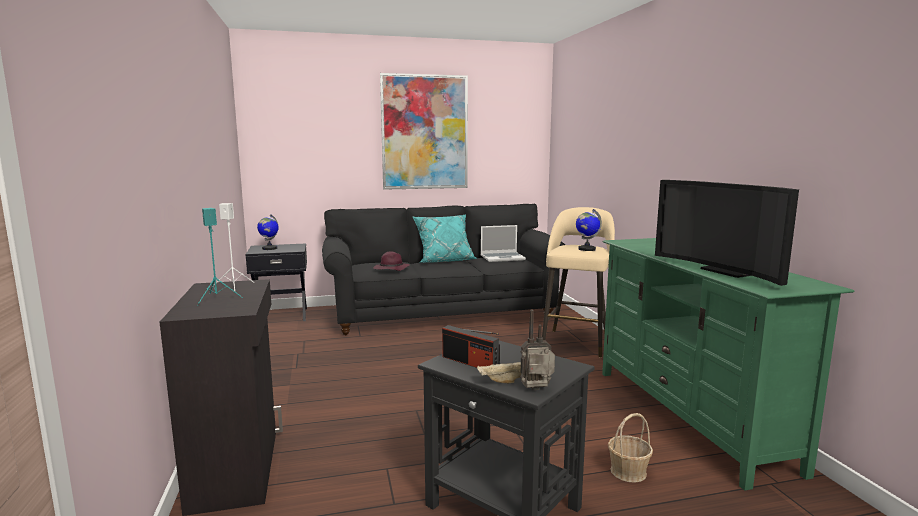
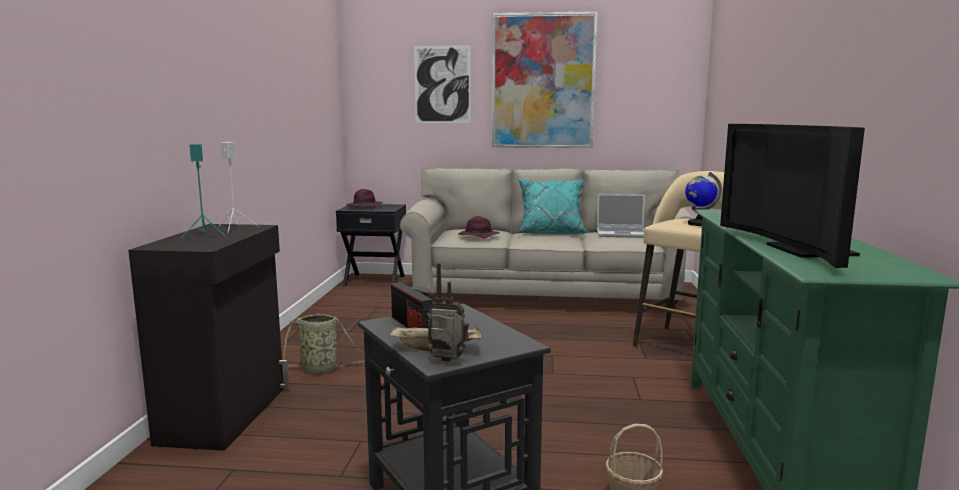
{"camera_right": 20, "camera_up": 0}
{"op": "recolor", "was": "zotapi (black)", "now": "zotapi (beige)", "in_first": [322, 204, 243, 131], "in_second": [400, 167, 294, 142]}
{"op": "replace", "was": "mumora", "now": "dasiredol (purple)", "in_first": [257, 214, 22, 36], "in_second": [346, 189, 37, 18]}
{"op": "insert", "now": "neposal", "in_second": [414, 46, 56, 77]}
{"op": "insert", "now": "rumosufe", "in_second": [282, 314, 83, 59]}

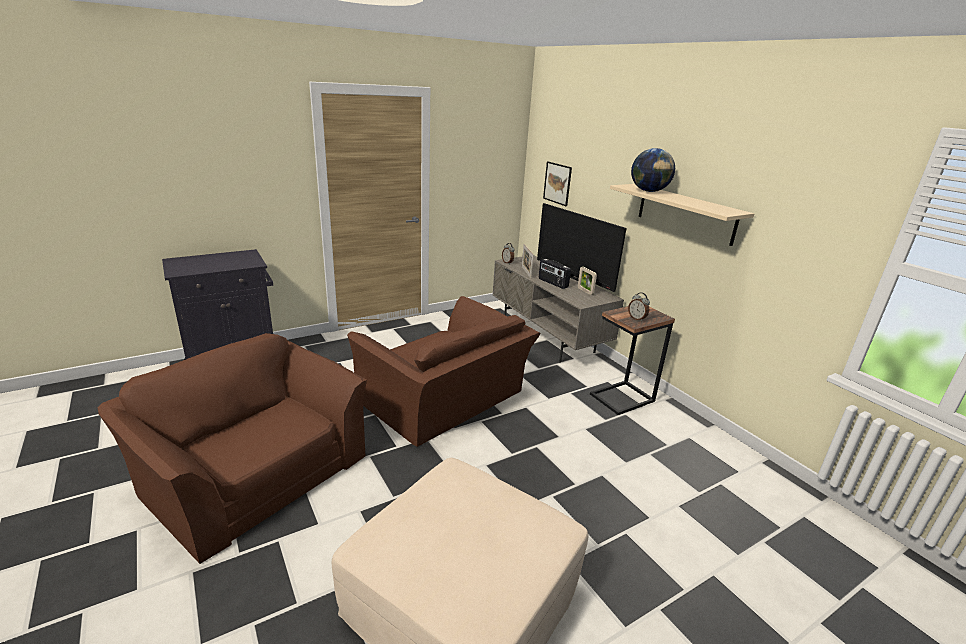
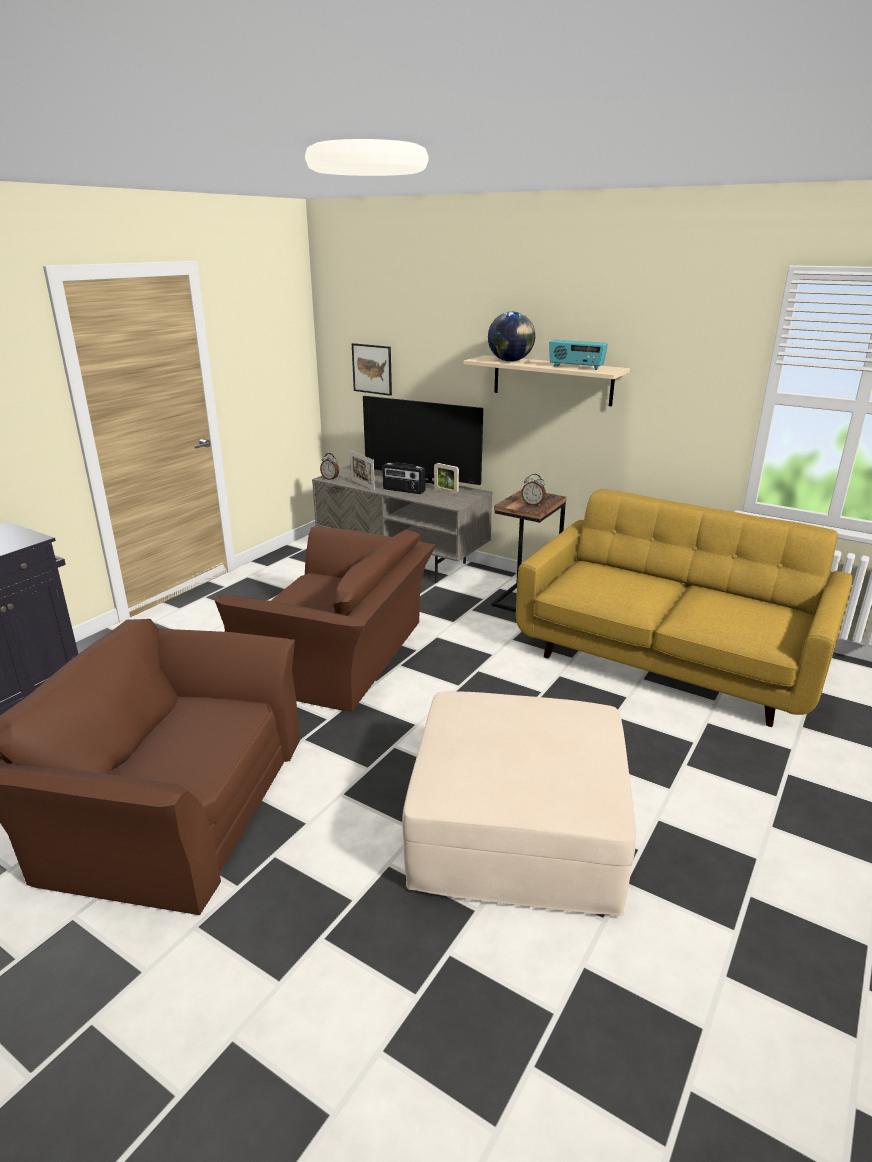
{"camera_right": -25, "camera_up": 0}
{"op": "insert", "now": "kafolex", "in_second": [549, 340, 59, 30]}
{"op": "insert", "now": "zotapi (yellow)", "in_second": [516, 489, 337, 238]}

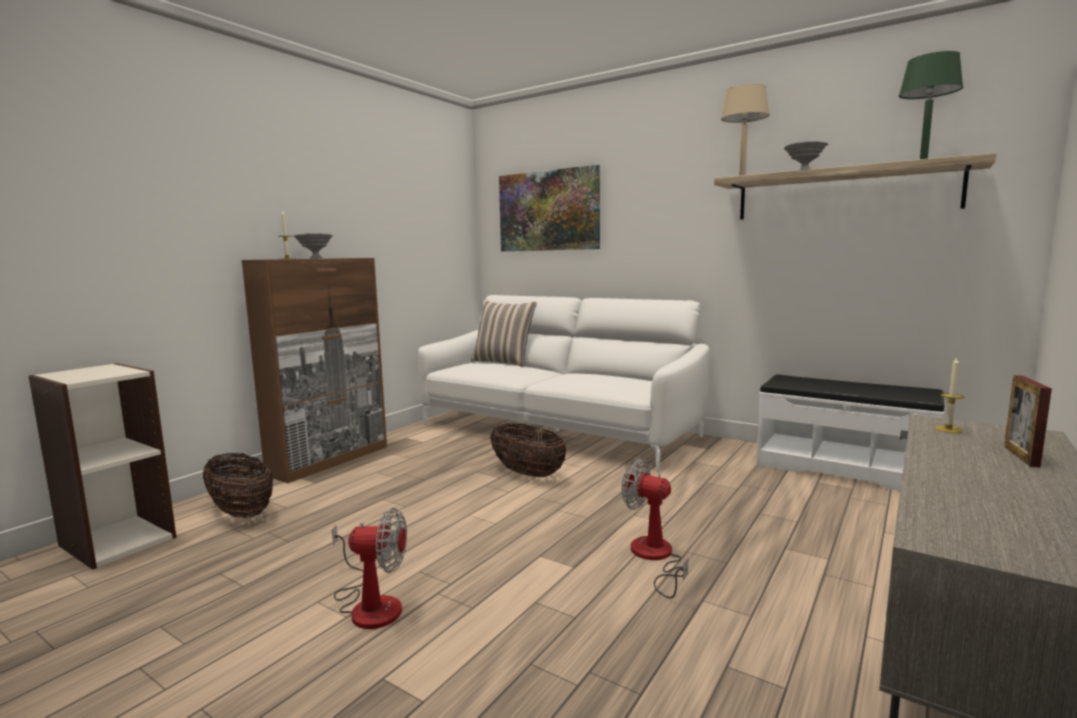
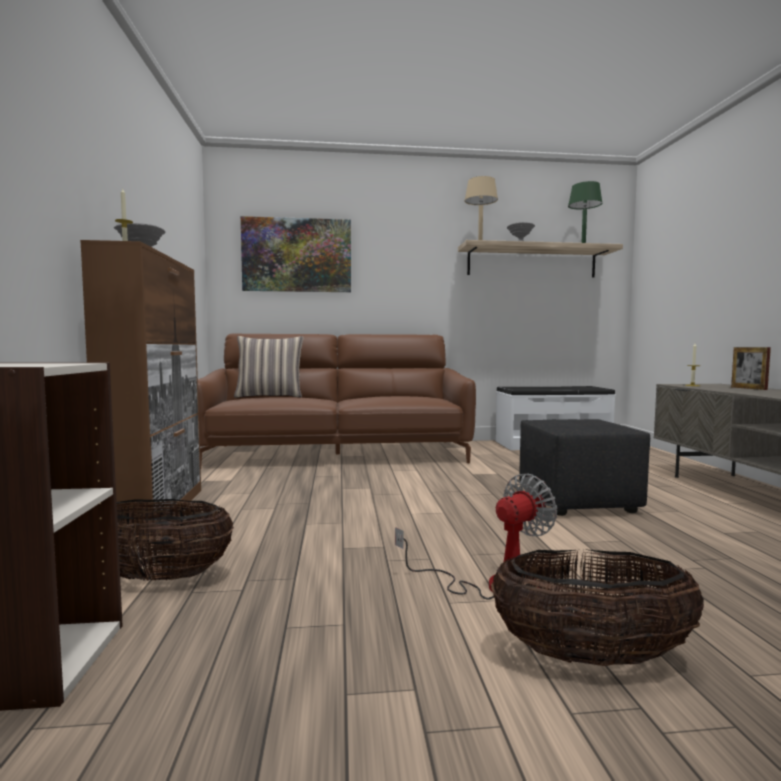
{"camera_right": -40, "camera_up": -5}
{"op": "recolor", "was": "zotapi (white)", "now": "zotapi (brown)", "in_first": [418, 295, 292, 178], "in_second": [198, 333, 278, 133]}
{"op": "move", "was": "rumosufe", "in_first": [490, 423, 77, 54], "in_second": [491, 549, 213, 117]}
{"op": "replace", "was": "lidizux", "now": "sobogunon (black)", "in_first": [622, 459, 67, 140], "in_second": [519, 419, 131, 97]}

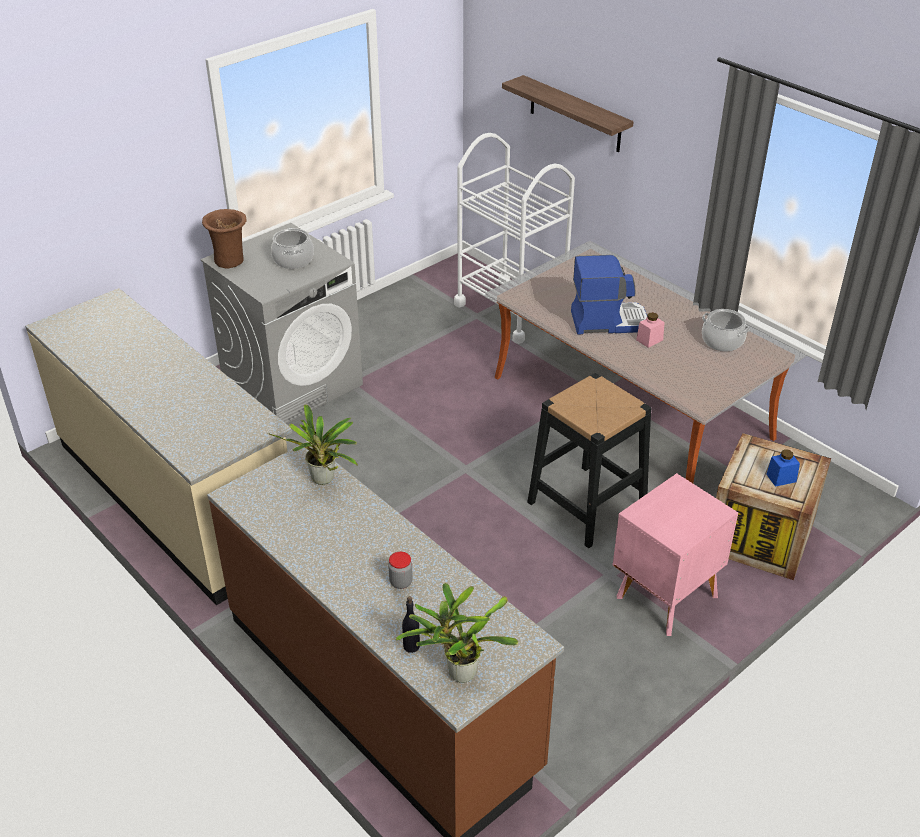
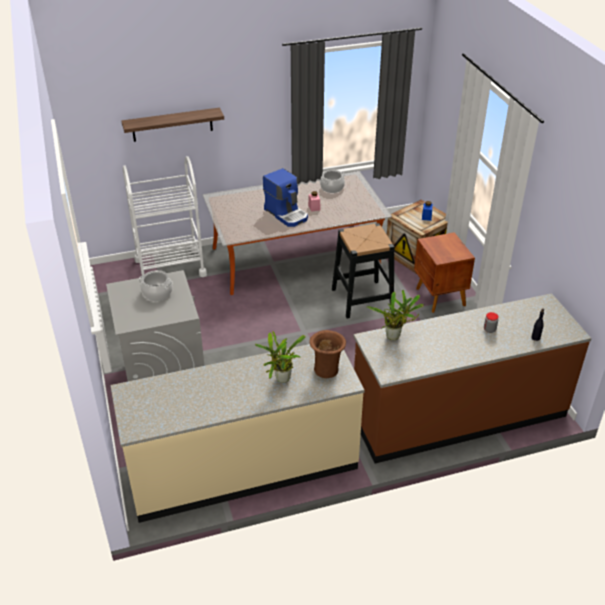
{"camera_right": -65, "camera_up": 0}
{"op": "move", "was": "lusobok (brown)", "in_first": [202, 209, 45, 59], "in_second": [309, 330, 37, 48]}
{"op": "rotate", "was": "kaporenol", "in_first": [571, 255, 76, 79], "in_second": [263, 168, 45, 59], "clockwise": 120}
{"op": "recolor", "was": "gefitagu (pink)", "now": "gefitagu (brown)", "in_first": [613, 473, 125, 163], "in_second": [414, 232, 61, 81]}
{"op": "move", "was": "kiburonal", "in_first": [395, 582, 123, 101], "in_second": [255, 331, 51, 52]}

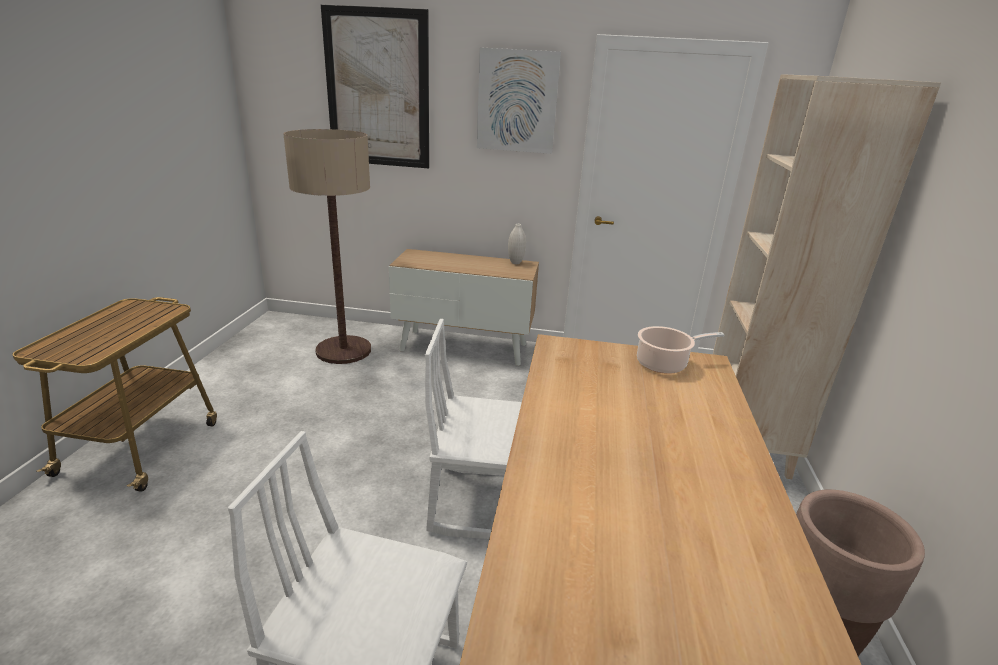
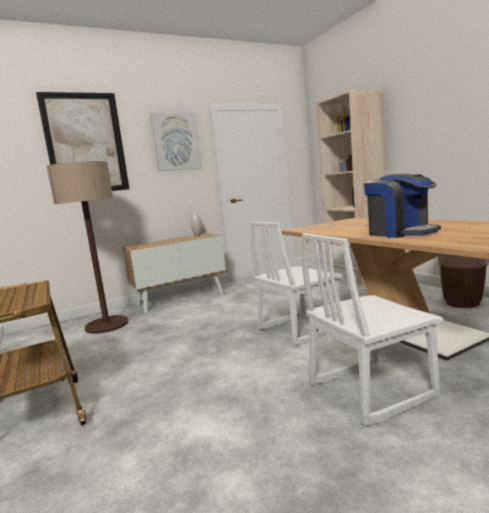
{"camera_right": -35, "camera_up": -15}
{"op": "delete", "was": "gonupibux", "in_first": [637, 326, 88, 48]}
{"op": "insert", "now": "kaporenol", "in_second": [364, 174, 77, 64]}

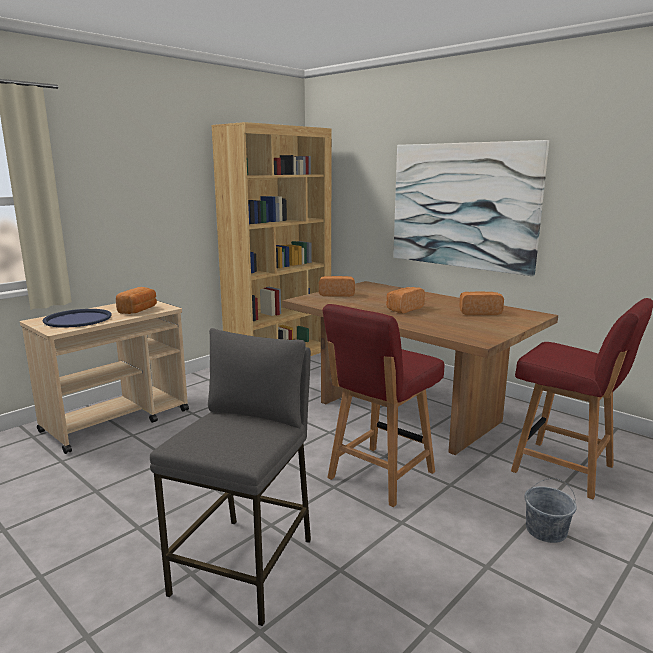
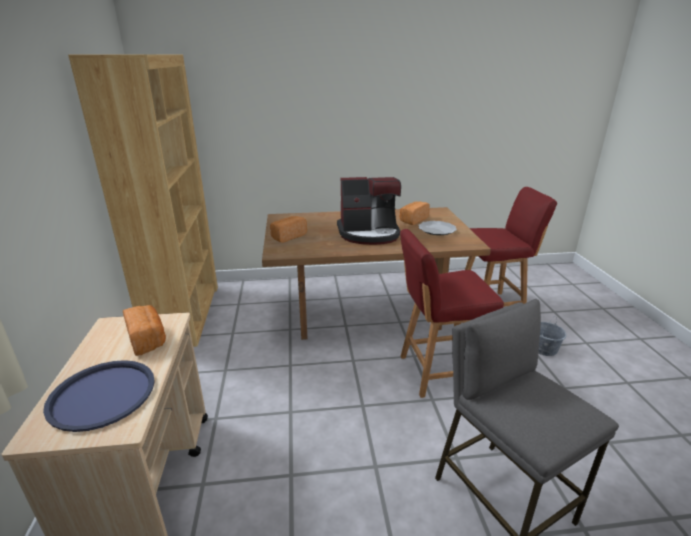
{"camera_right": -50, "camera_up": 10}
{"op": "delete", "was": "neposal", "in_first": [393, 140, 156, 136]}
{"op": "replace", "was": "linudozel", "now": "kaporenol", "in_first": [386, 287, 39, 27], "in_second": [337, 177, 64, 68]}
{"op": "rotate", "was": "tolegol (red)", "in_first": [322, 304, 123, 203], "in_second": [400, 229, 104, 169], "clockwise": 90}
{"op": "insert", "now": "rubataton", "in_second": [418, 221, 39, 14]}

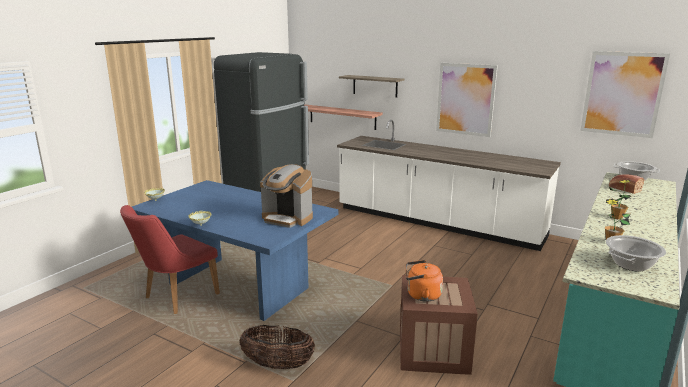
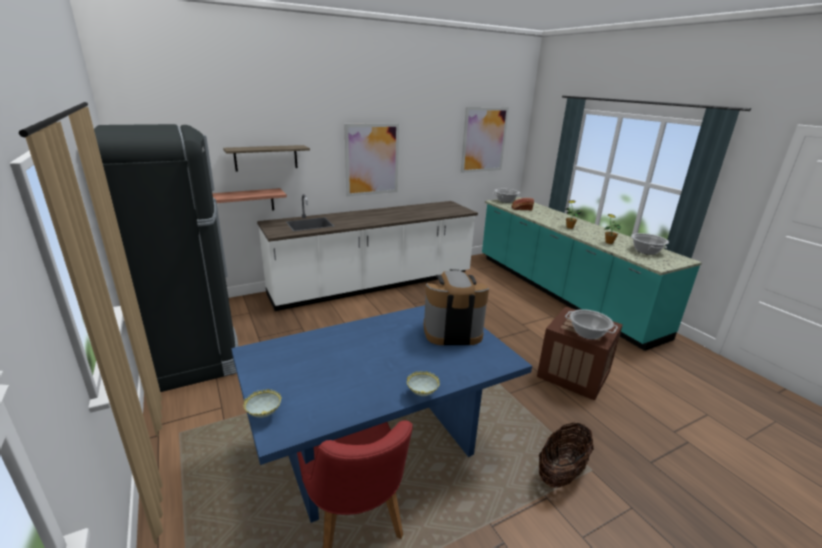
{"camera_right": -60, "camera_up": 5}
{"op": "rotate", "was": "kaporenol", "in_first": [260, 164, 53, 64], "in_second": [424, 269, 65, 76], "clockwise": -150}
{"op": "replace", "was": "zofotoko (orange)", "now": "gonupibux", "in_first": [406, 260, 37, 42], "in_second": [565, 309, 53, 31]}

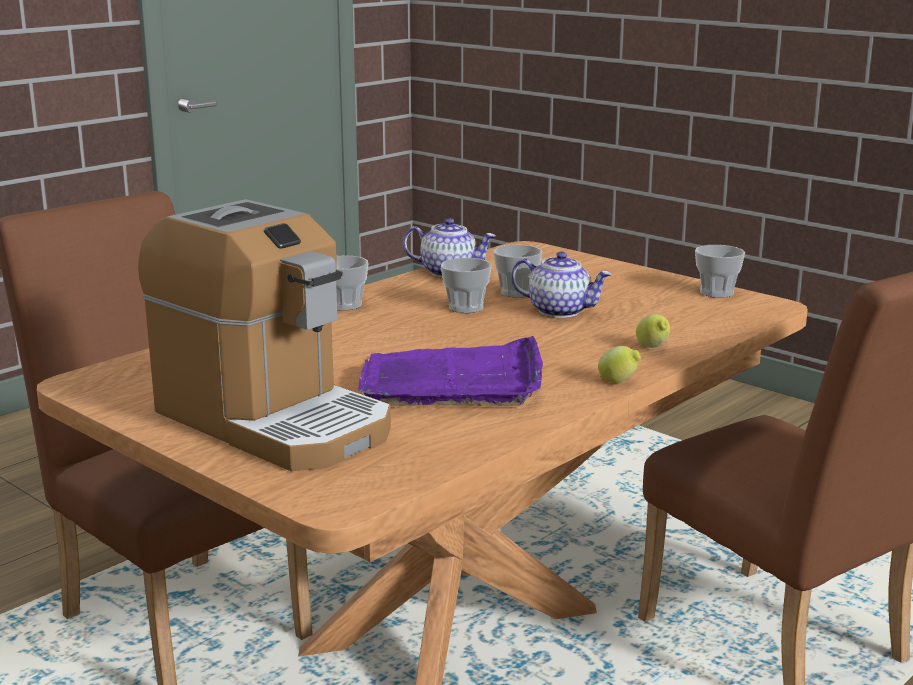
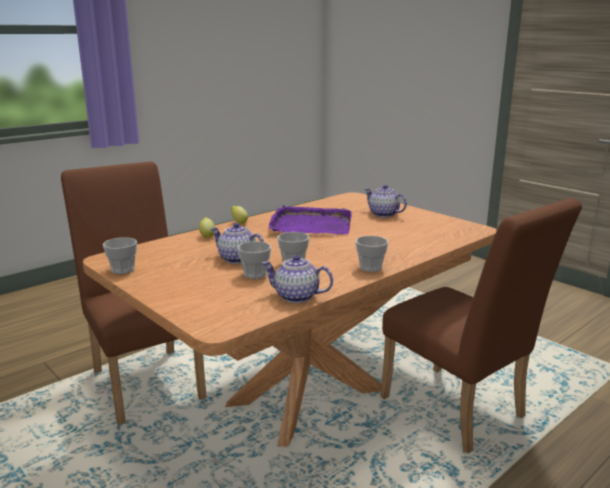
{"camera_right": -175, "camera_up": 0}
{"op": "replace", "was": "kaporenol", "now": "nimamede", "in_first": [138, 199, 253, 272], "in_second": [365, 185, 42, 32]}

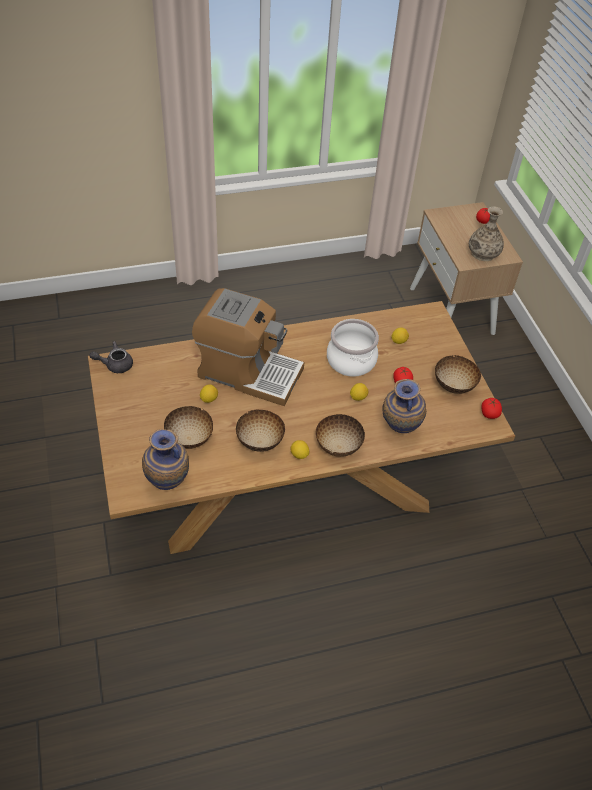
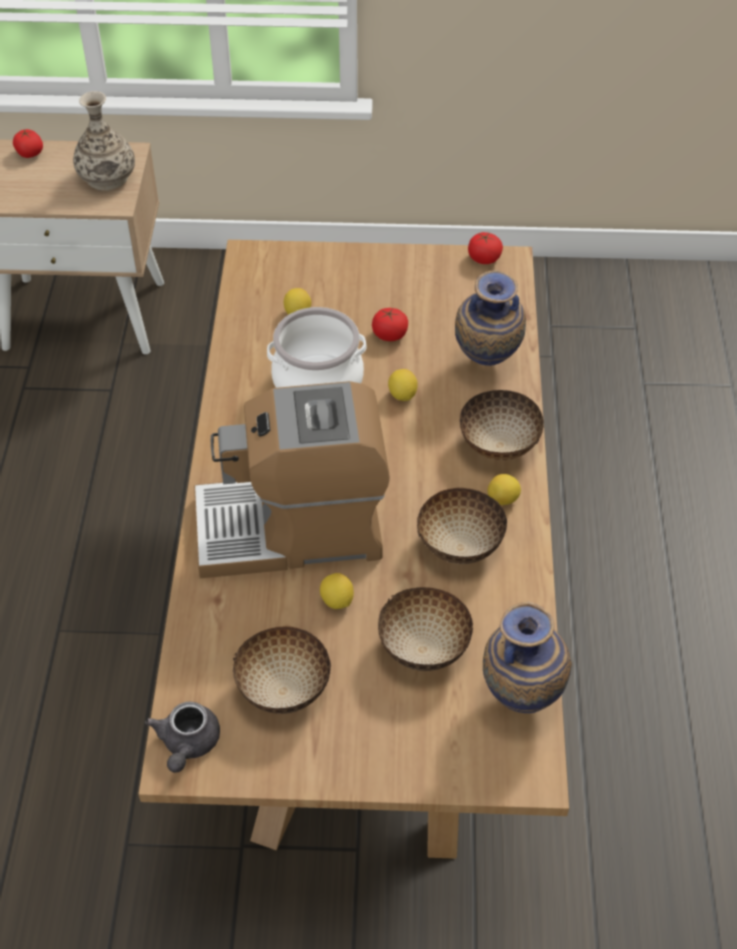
{"camera_right": -70, "camera_up": 0}
{"op": "rotate", "was": "kaporenol", "in_first": [192, 288, 112, 118], "in_second": [194, 381, 196, 197], "clockwise": -135}
{"op": "move", "was": "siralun", "in_first": [435, 355, 46, 39], "in_second": [233, 626, 98, 88]}

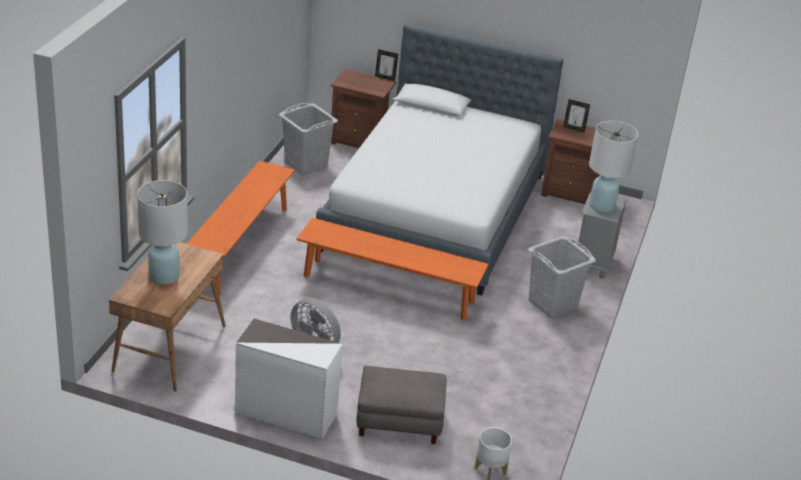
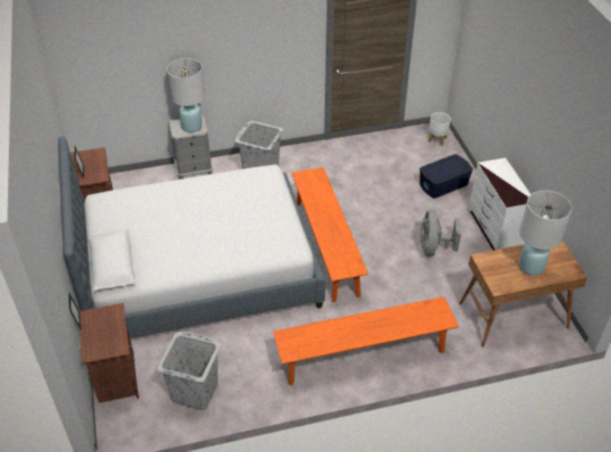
{"camera_right": -120, "camera_up": 10}
{"op": "replace", "was": "sobogunon (grey)", "now": "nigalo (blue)", "in_first": [357, 366, 90, 78], "in_second": [420, 154, 53, 44]}

